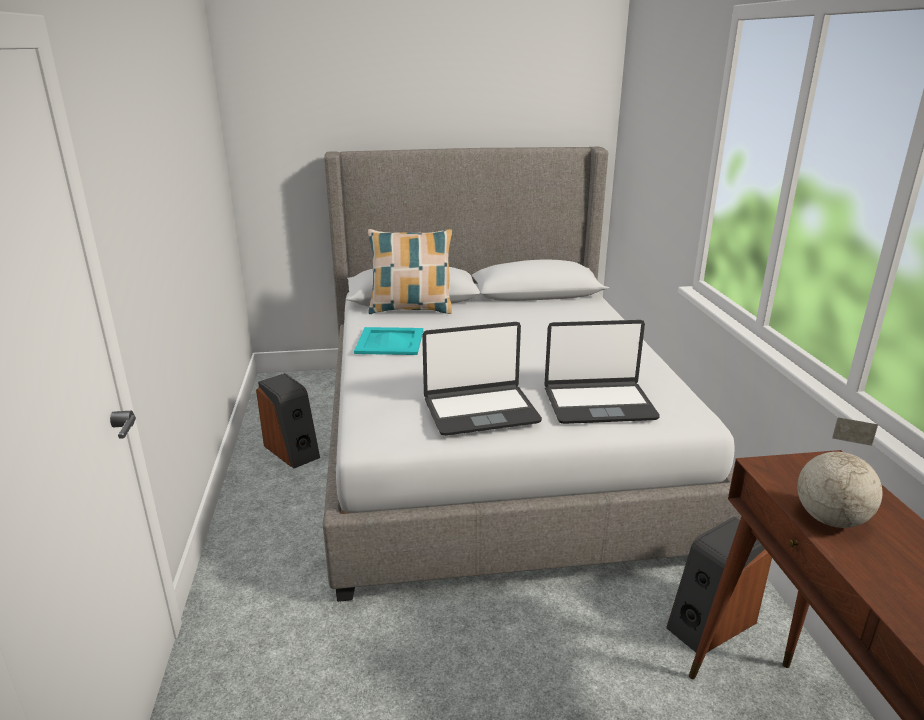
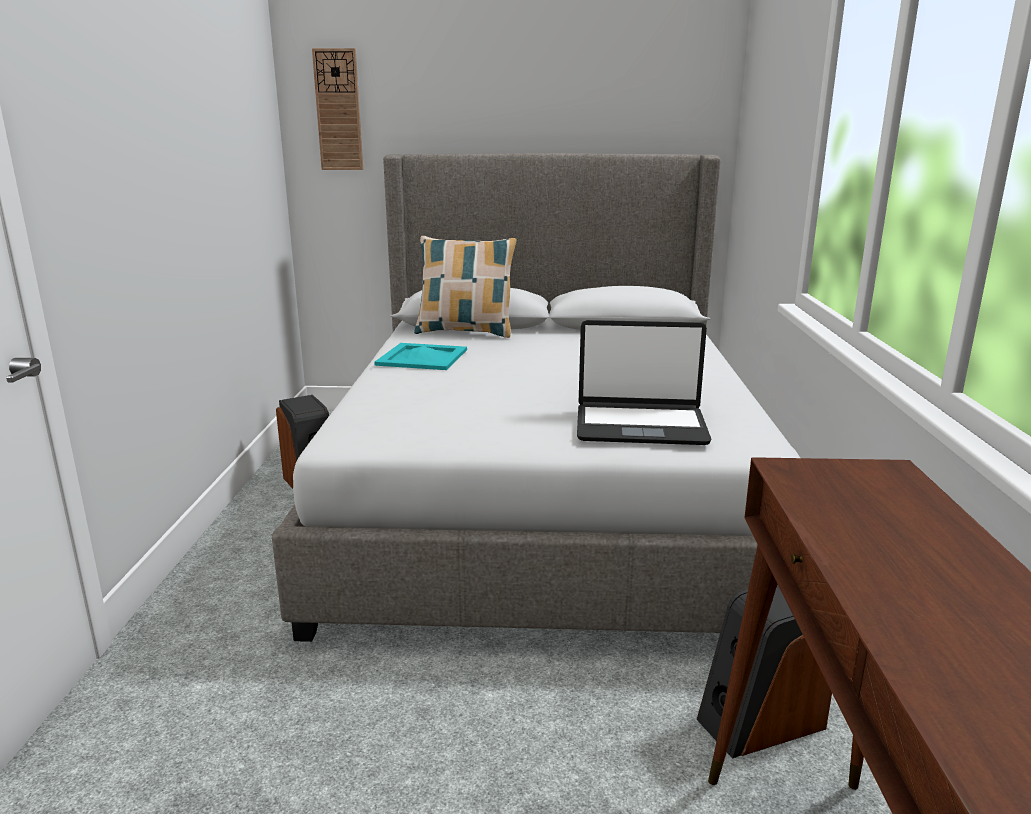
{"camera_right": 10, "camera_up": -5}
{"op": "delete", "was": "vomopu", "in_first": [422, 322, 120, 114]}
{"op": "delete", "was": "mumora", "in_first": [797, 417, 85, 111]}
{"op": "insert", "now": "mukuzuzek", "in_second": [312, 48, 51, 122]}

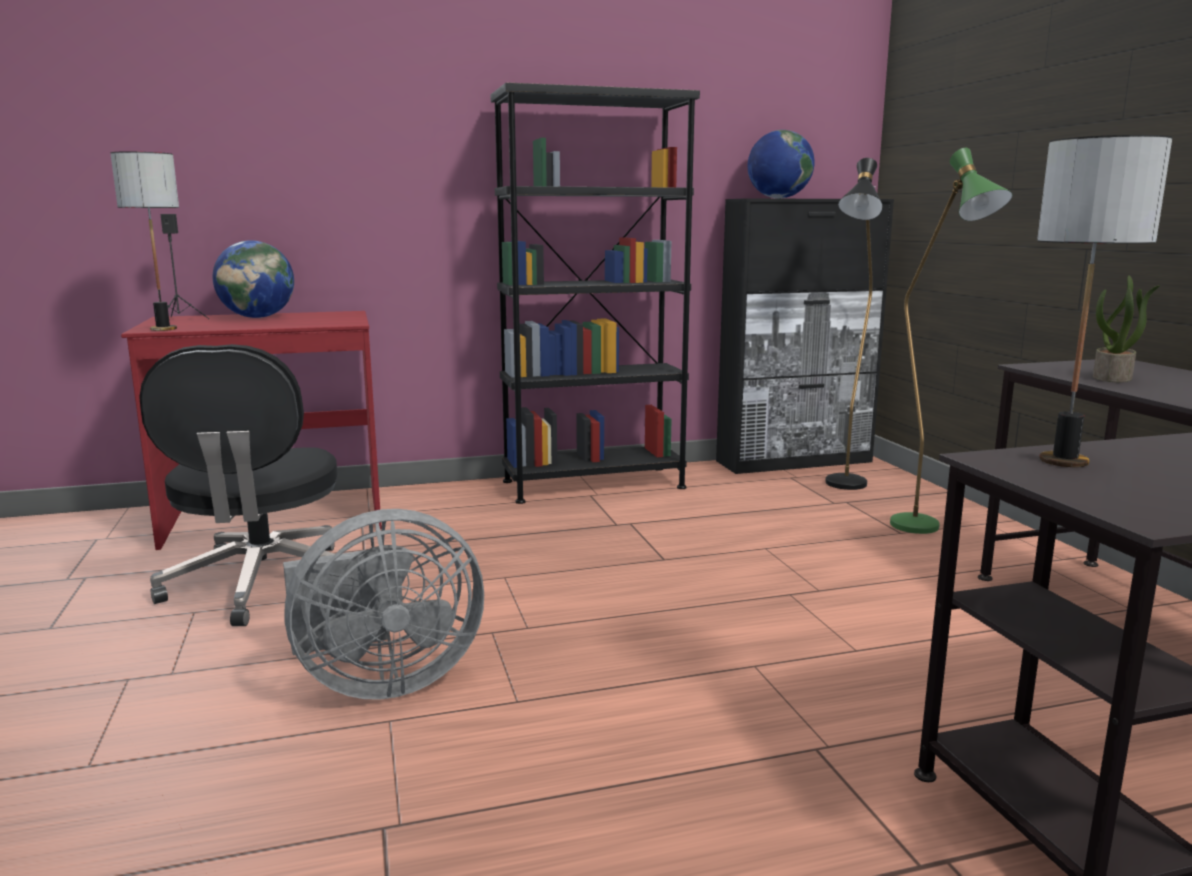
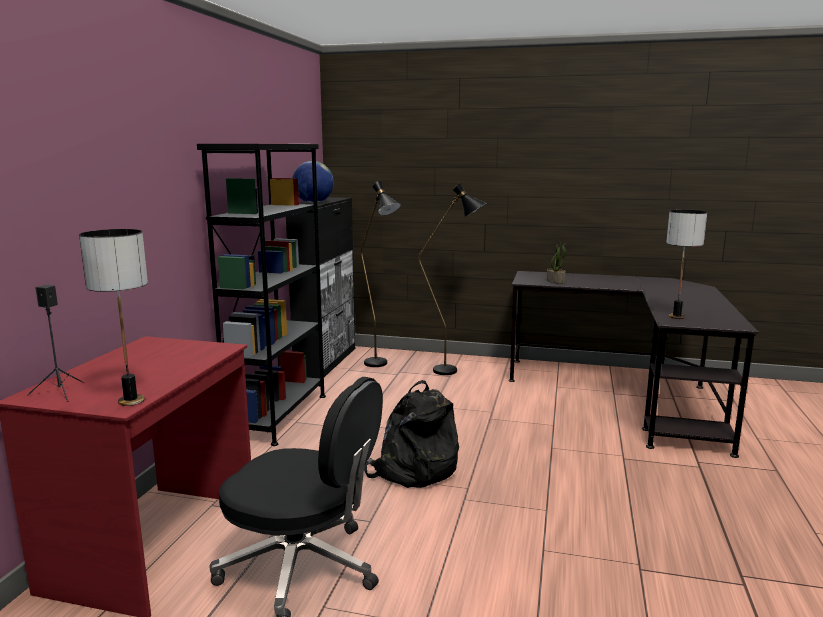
{"camera_right": -60, "camera_up": 0}
{"op": "recolor", "was": "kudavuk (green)", "now": "kudavuk (black)", "in_first": [890, 148, 123, 386], "in_second": [418, 182, 68, 193]}
{"op": "delete", "was": "mumora", "in_first": [213, 240, 81, 78]}
{"op": "delete", "was": "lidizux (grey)", "in_first": [283, 509, 201, 191]}
{"op": "insert", "now": "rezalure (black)", "in_second": [364, 380, 95, 108]}

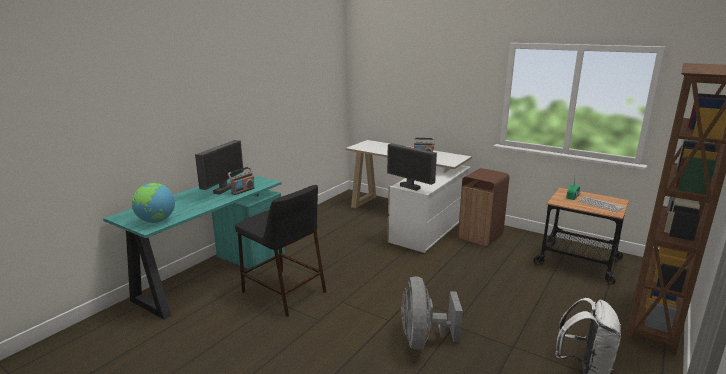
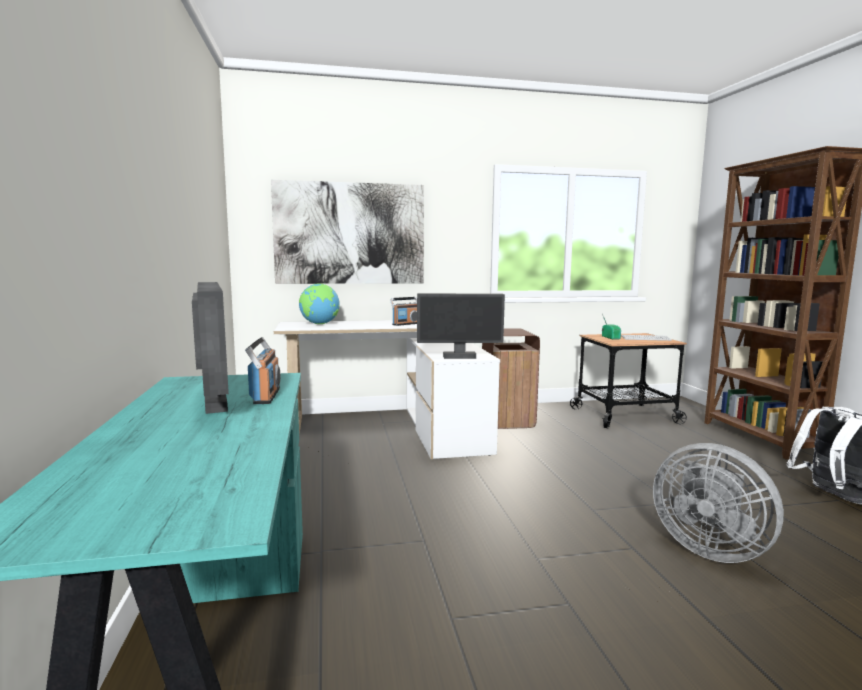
{"camera_right": -45, "camera_up": -10}
{"op": "move", "was": "mumora", "in_first": [132, 183, 43, 40], "in_second": [299, 283, 41, 41]}
{"op": "delete", "was": "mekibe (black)", "in_first": [235, 185, 91, 132]}
{"op": "insert", "now": "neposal", "in_second": [271, 180, 153, 104]}

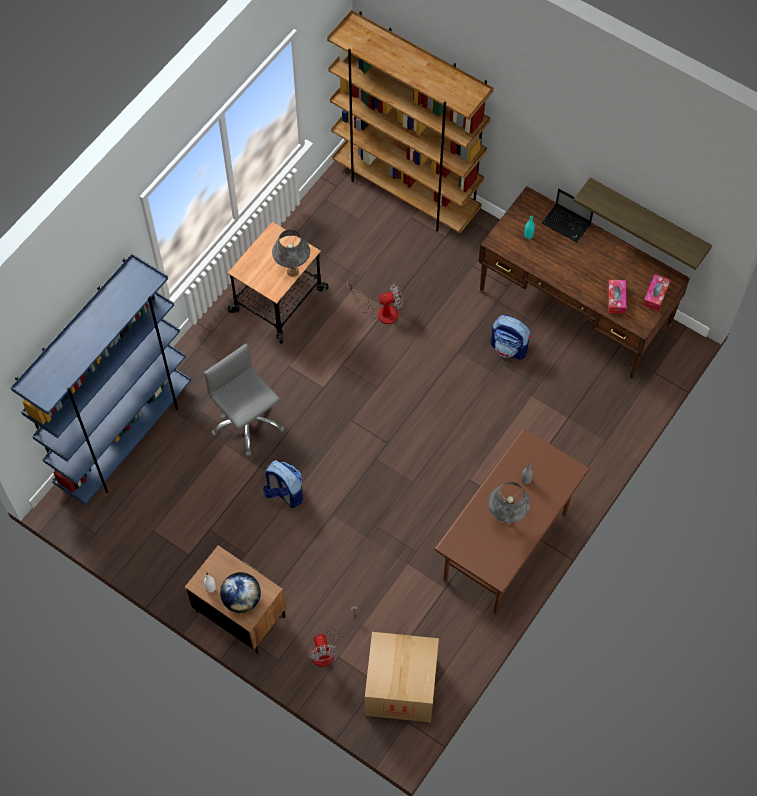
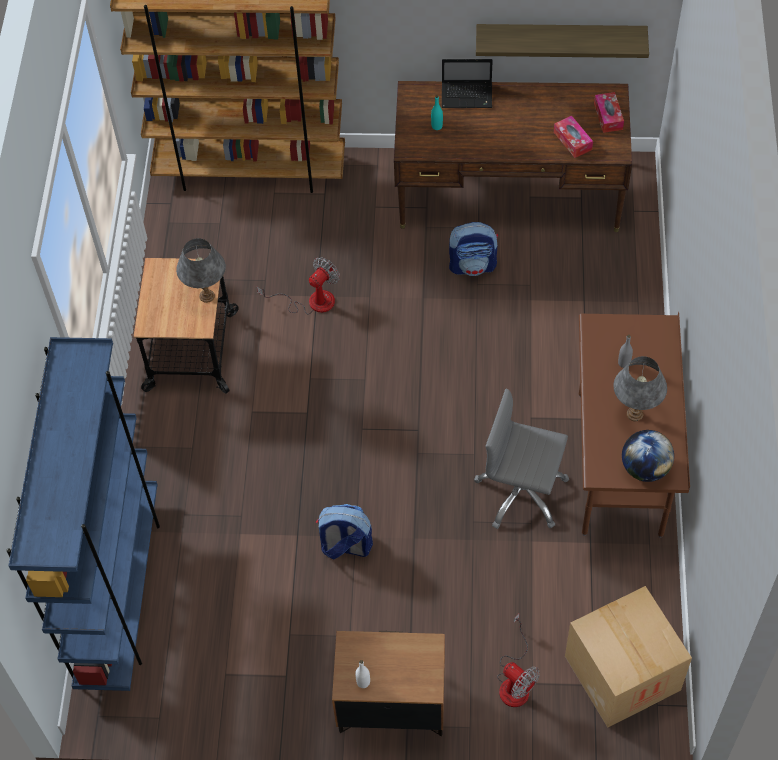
{"camera_right": -30, "camera_up": -5}
{"op": "move", "was": "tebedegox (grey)", "in_first": [204, 343, 80, 113], "in_second": [474, 388, 95, 141]}
{"op": "move", "was": "mumora", "in_first": [220, 572, 41, 41], "in_second": [622, 430, 52, 52]}

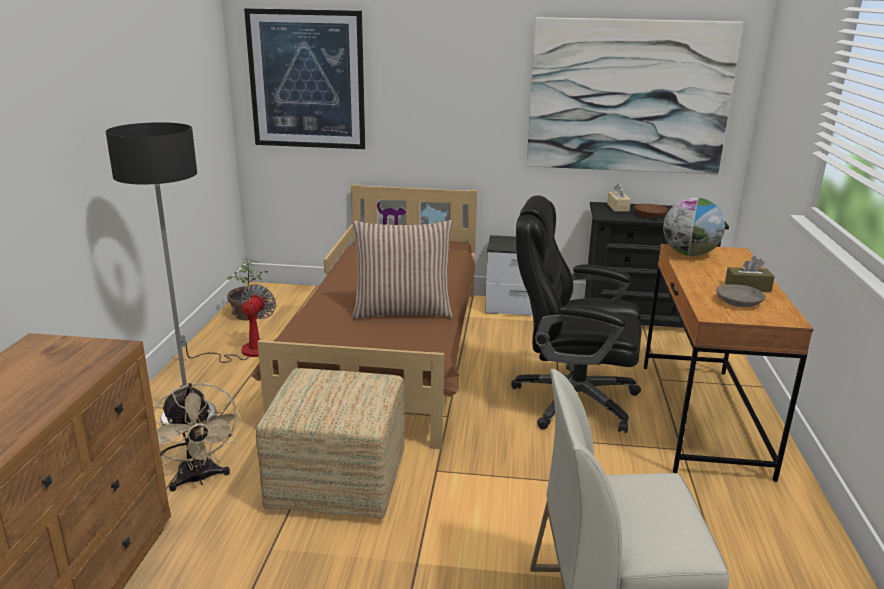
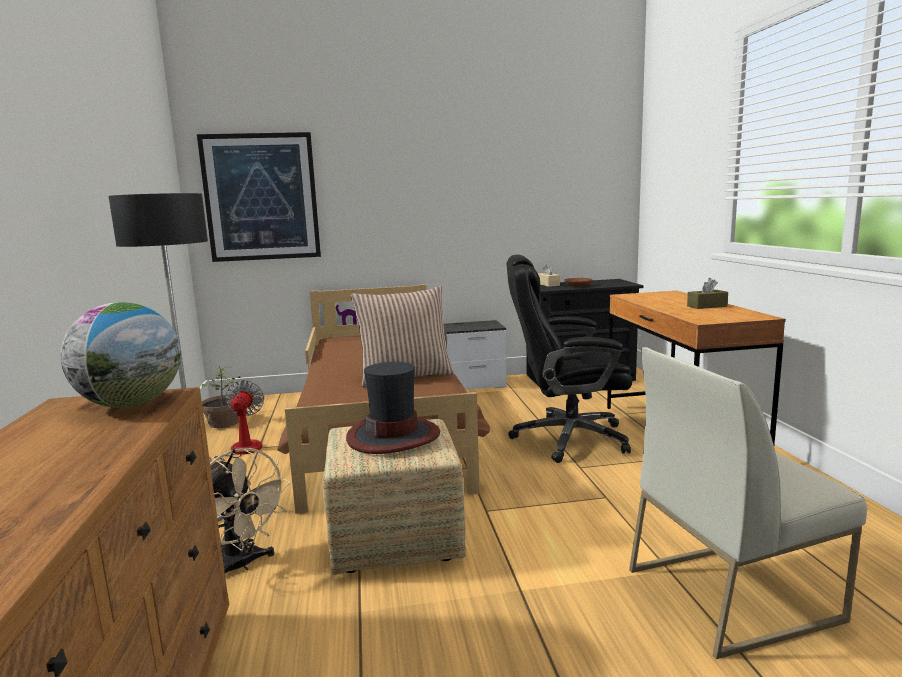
{"camera_right": -15, "camera_up": -10}
{"op": "delete", "was": "neposal", "in_first": [527, 17, 216, 157]}
{"op": "move", "was": "mumora", "in_first": [663, 197, 62, 59], "in_second": [61, 302, 120, 106]}
{"op": "delete", "was": "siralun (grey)", "in_first": [716, 284, 50, 23]}
{"op": "insert", "now": "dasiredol", "in_second": [346, 362, 94, 92]}

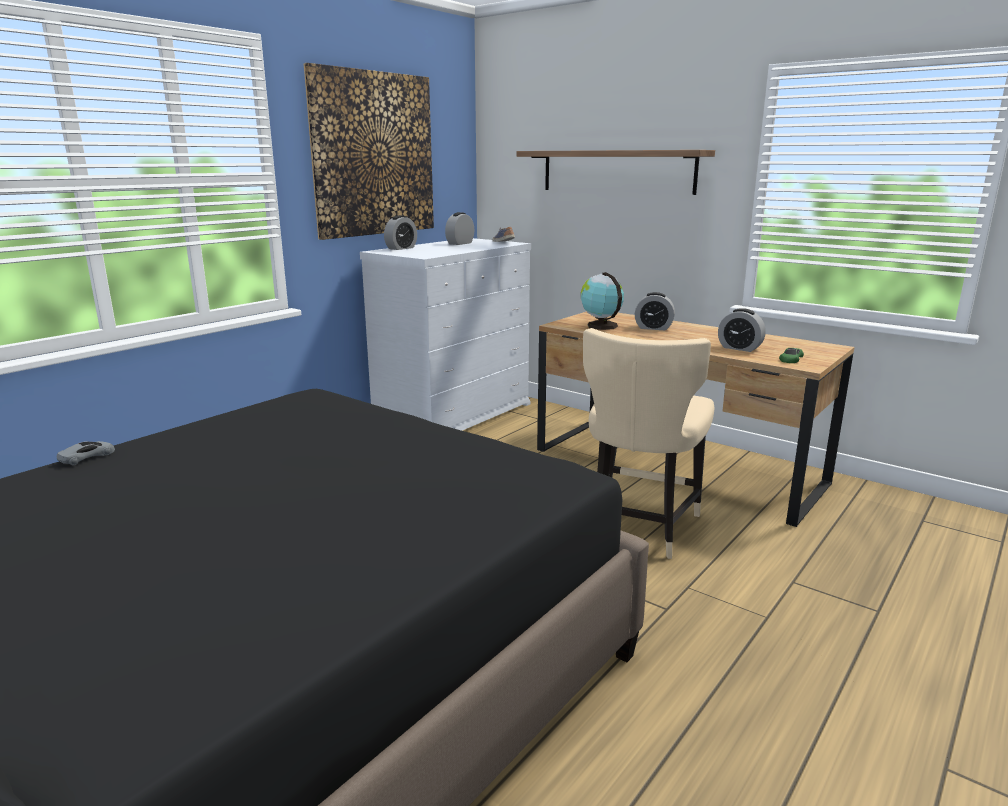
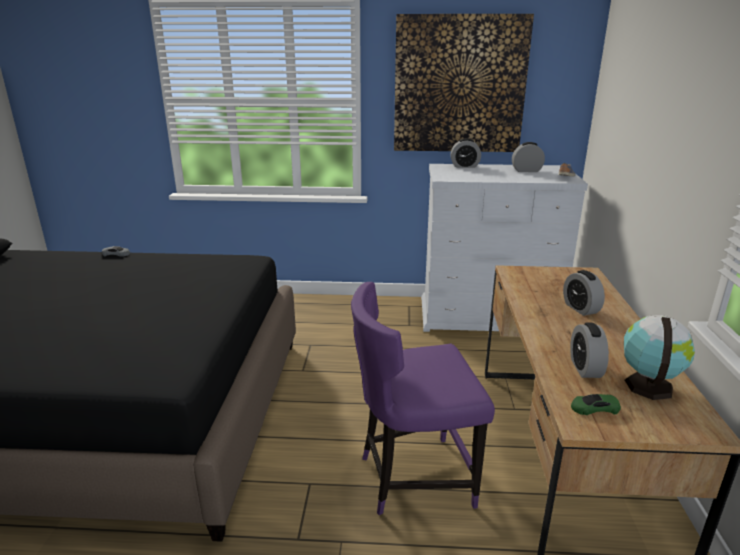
{"camera_right": 55, "camera_up": 5}
{"op": "delete", "was": "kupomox", "in_first": [516, 150, 199, 45]}
{"op": "move", "was": "mumora", "in_first": [581, 272, 43, 58], "in_second": [624, 315, 71, 85]}
{"op": "recolor", "was": "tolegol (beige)", "now": "tolegol (purple)", "in_first": [583, 328, 131, 231], "in_second": [351, 282, 144, 234]}

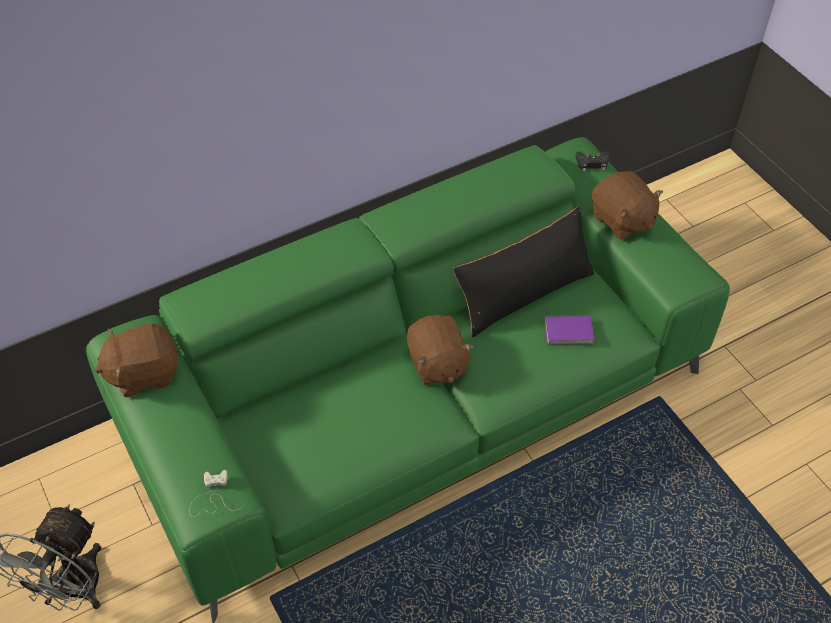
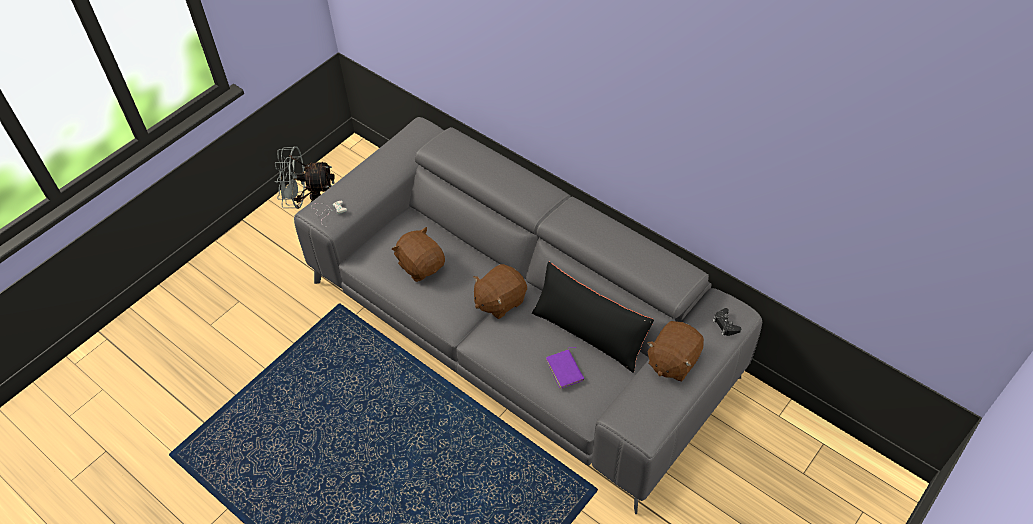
{"camera_right": 70, "camera_up": 0}
{"op": "recolor", "was": "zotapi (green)", "now": "zotapi (grey)", "in_first": [86, 137, 644, 486], "in_second": [294, 117, 468, 397]}
{"op": "move", "was": "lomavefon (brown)", "in_first": [95, 323, 84, 74], "in_second": [391, 227, 54, 55]}

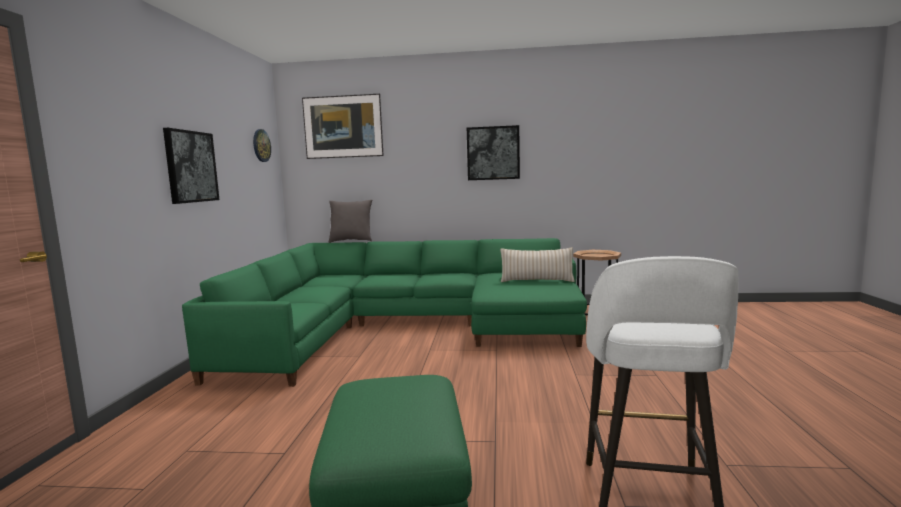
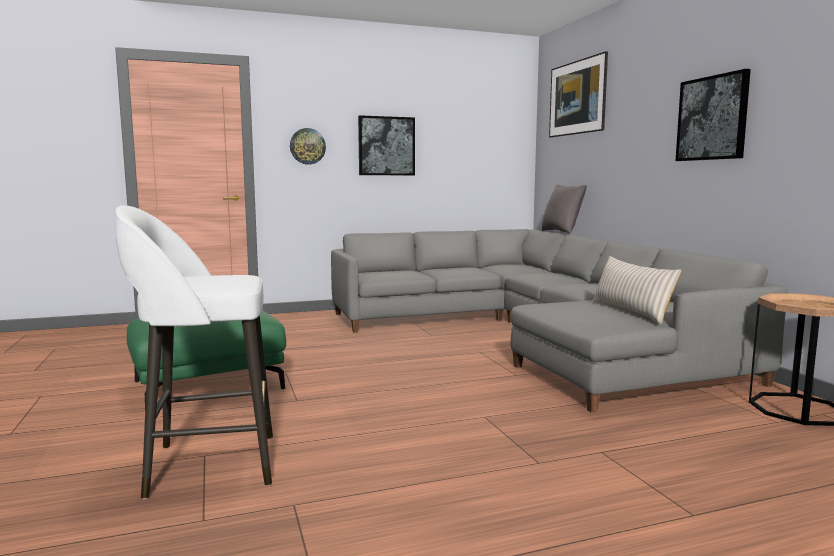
{"camera_right": 65, "camera_up": 0}
{"op": "move", "was": "mukuzuzek", "in_first": [253, 129, 18, 33], "in_second": [290, 128, 36, 37]}
{"op": "recolor", "was": "zotapi (green)", "now": "zotapi (grey)", "in_first": [182, 238, 405, 149], "in_second": [331, 229, 457, 184]}

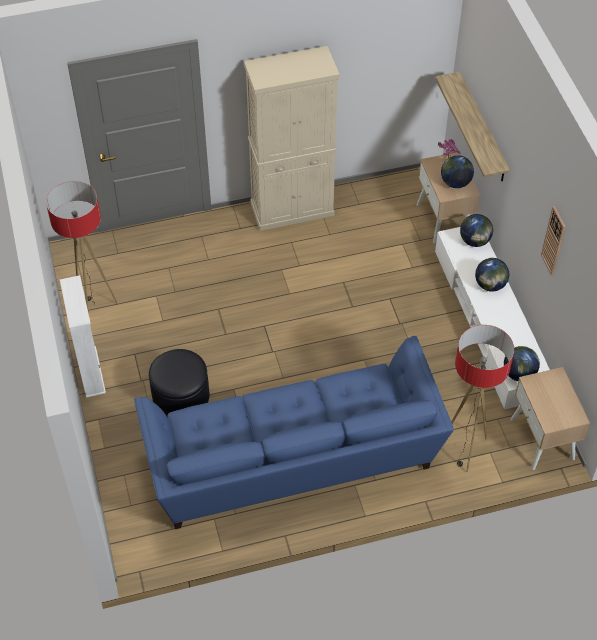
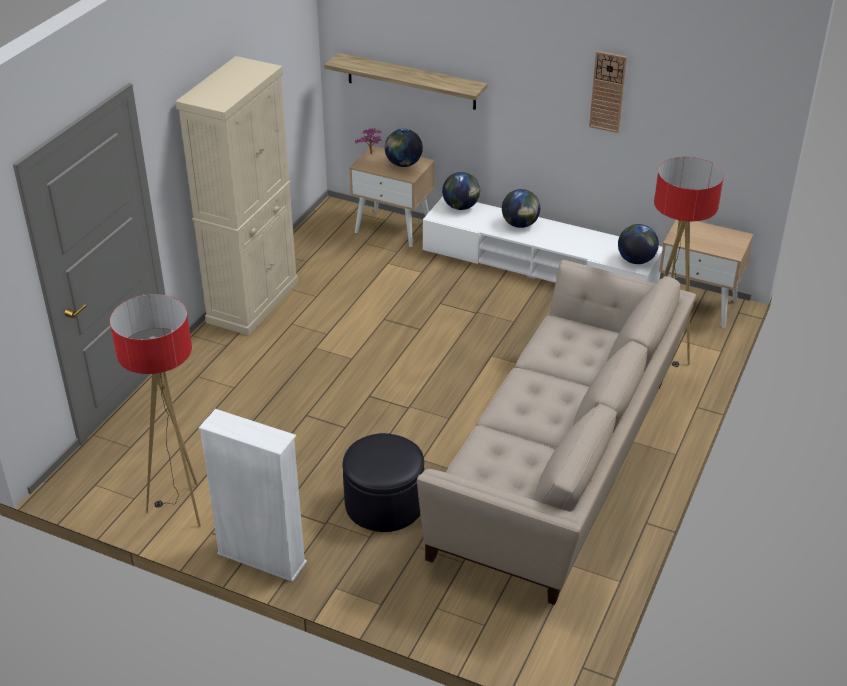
{"camera_right": -50, "camera_up": -15}
{"op": "recolor", "was": "zotapi (blue)", "now": "zotapi (beige)", "in_first": [134, 336, 320, 193], "in_second": [417, 260, 279, 345]}

